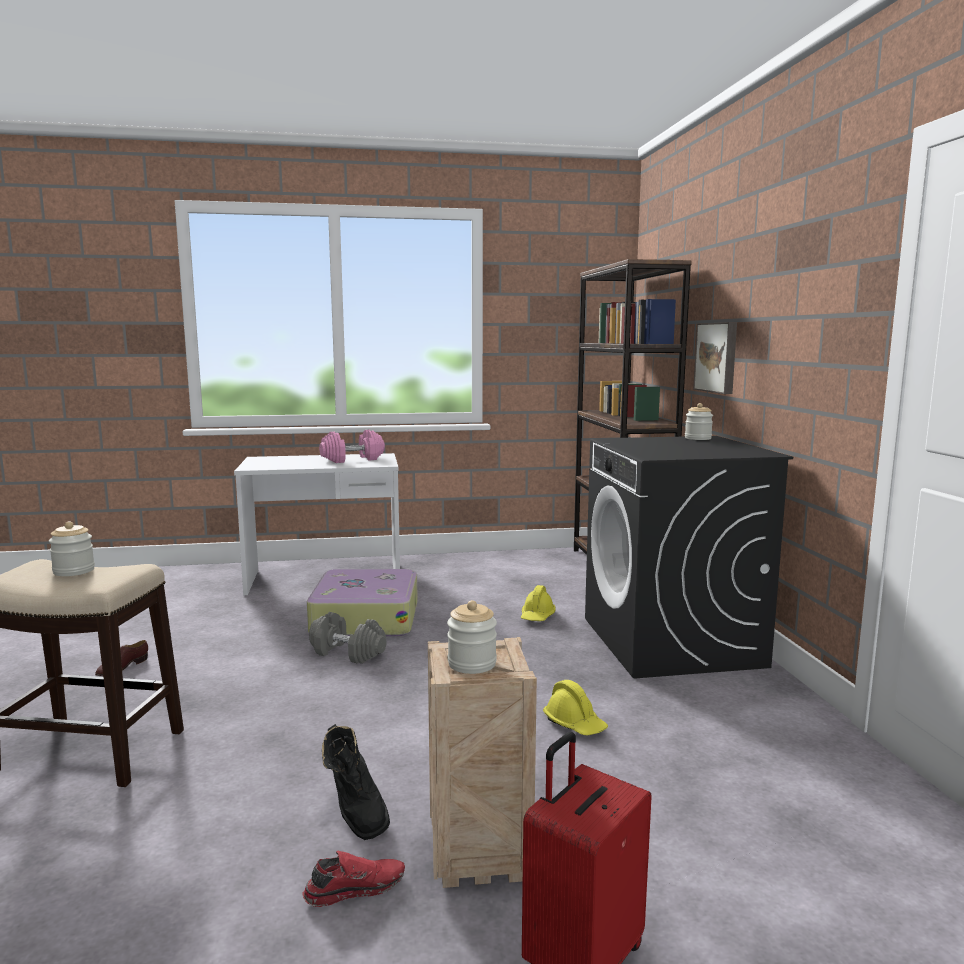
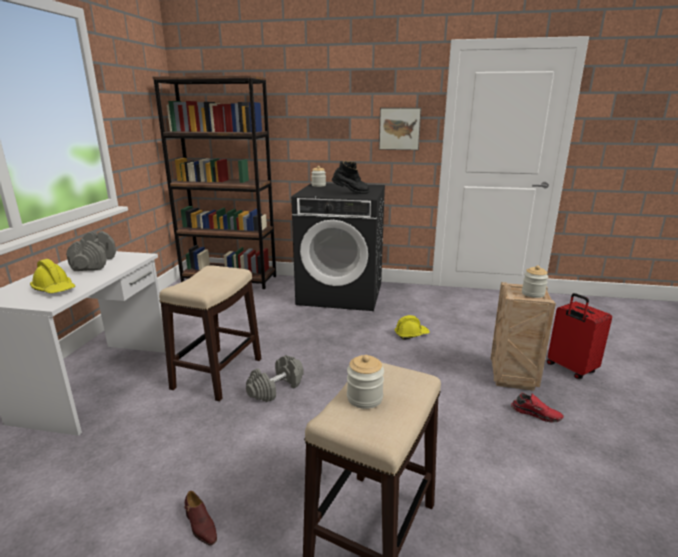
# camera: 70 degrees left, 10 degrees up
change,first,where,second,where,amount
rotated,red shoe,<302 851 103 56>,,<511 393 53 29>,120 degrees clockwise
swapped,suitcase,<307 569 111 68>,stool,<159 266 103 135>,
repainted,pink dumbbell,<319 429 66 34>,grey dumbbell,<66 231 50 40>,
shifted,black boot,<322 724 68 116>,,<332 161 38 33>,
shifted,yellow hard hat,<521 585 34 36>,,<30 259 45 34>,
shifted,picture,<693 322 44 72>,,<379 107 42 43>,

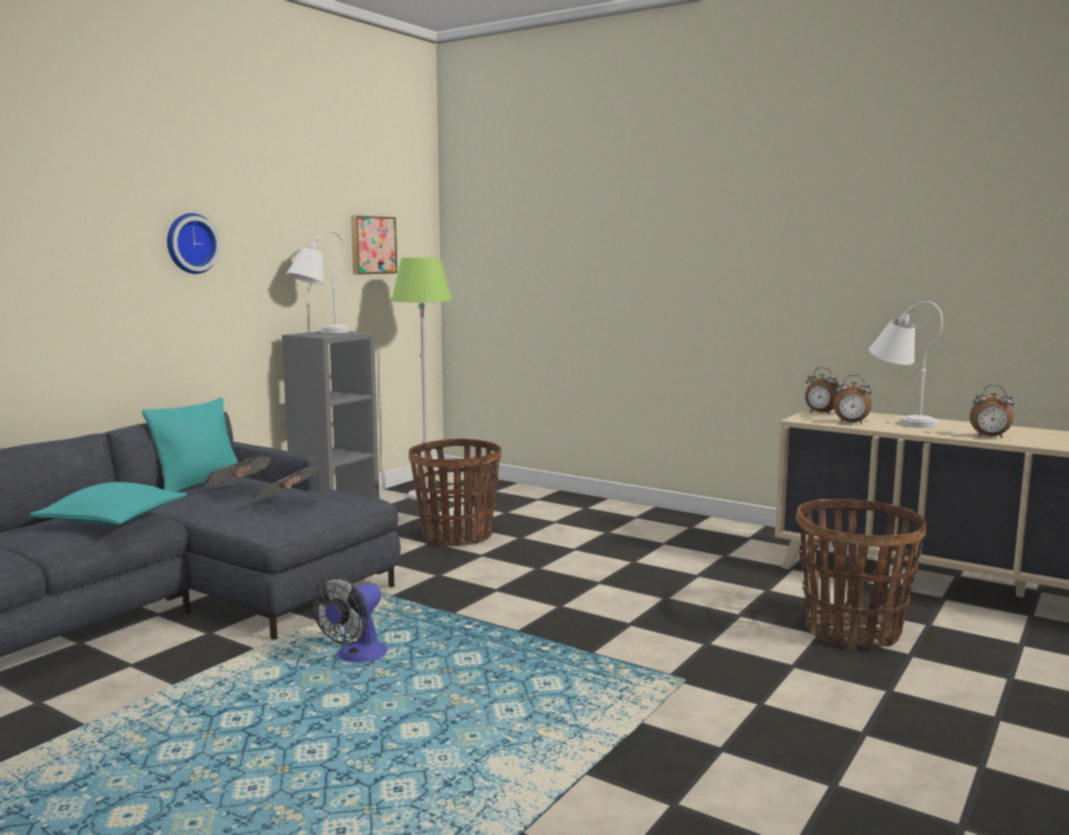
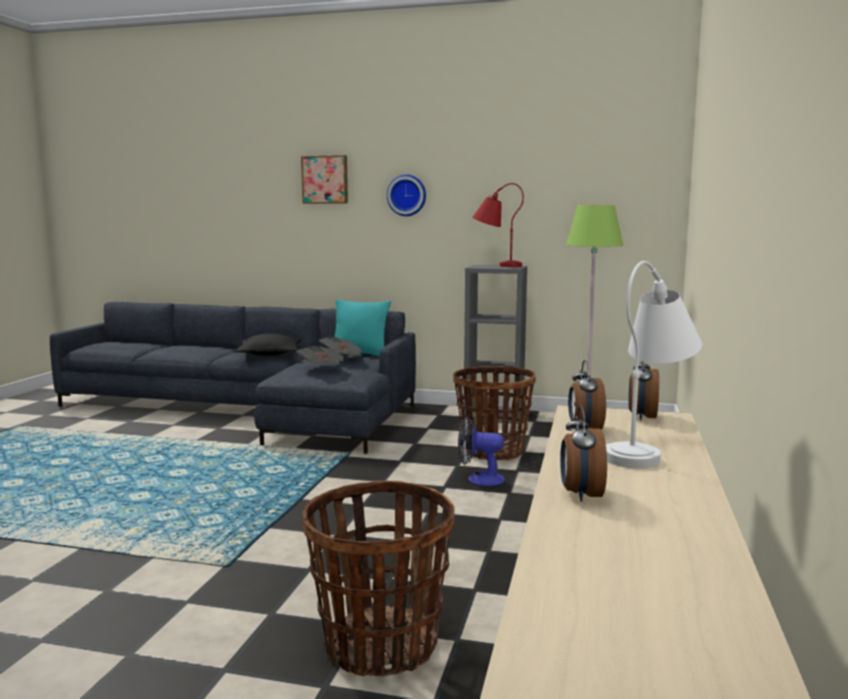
# camera: 70 degrees right, 0 degrees up
change,first,where,second,where,amount
repainted,turquoise pillow,<29 482 158 43>,black pillow,<234 333 67 23>,
repainted,white table lamp,<286 231 64 102>,red table lamp,<472 183 52 84>,
shifted,fan,<313 576 75 87>,,<458 417 47 69>,
shifted,picture,<351 216 46 59>,,<301 155 47 49>,

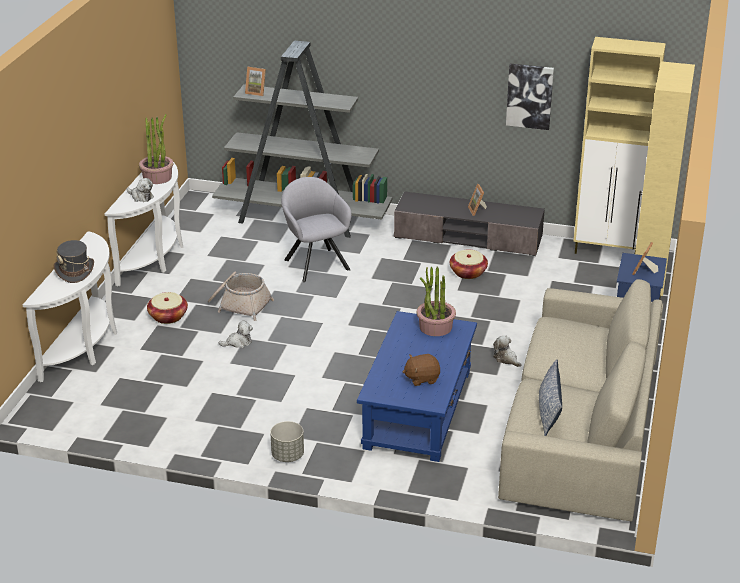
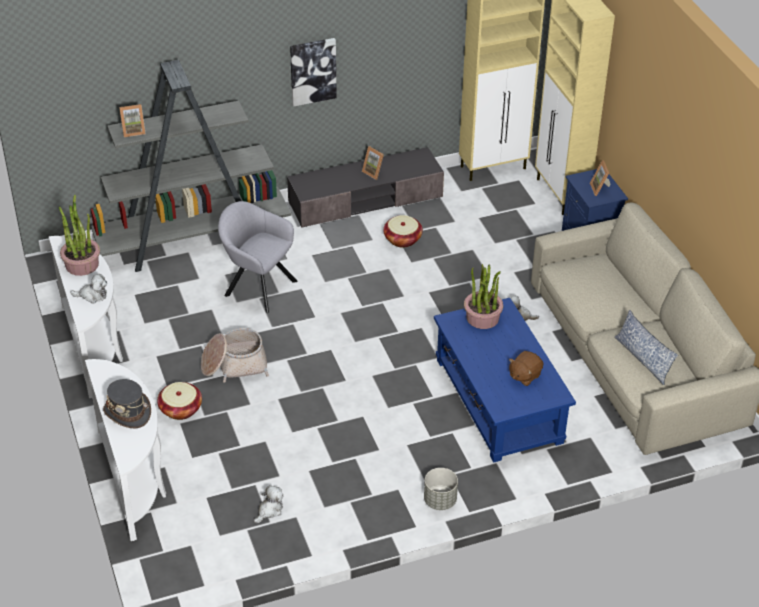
# camera: 35 degrees left, 10 degrees up
change,first,where,second,where,amount
shifted,plush toy,<219 320 34 28>,,<254 485 29 38>,
shifted,picture,<506 64 48 66>,,<290 38 47 69>,

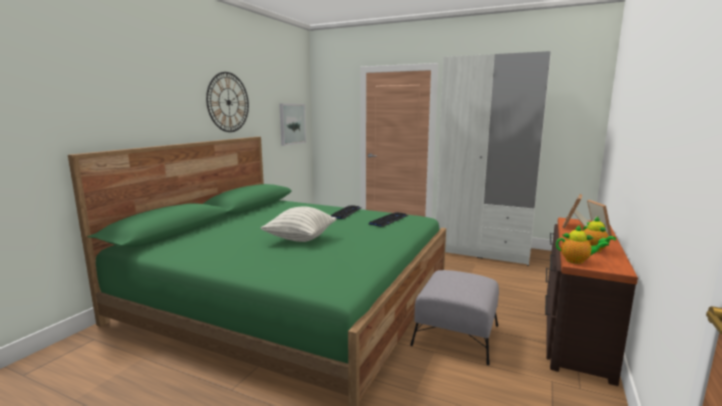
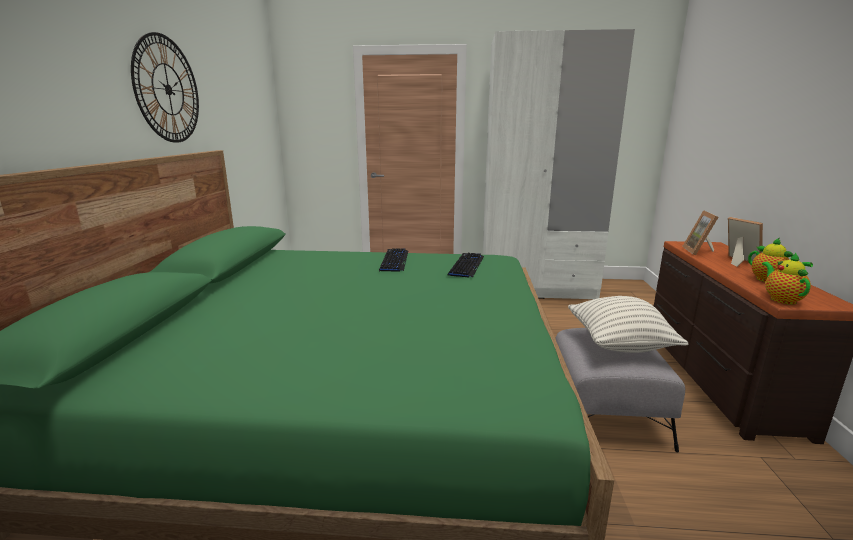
# camera: 20 degrees left, 5 degrees up
change,first,where,second,where,amount
shifted,pillow,<261 207 76 35>,,<568 296 120 57>,
gone,picture,<279 104 27 42>,,,
rotated,teapot,<556 225 53 39>,,<762 252 49 53>,90 degrees counterclockwise

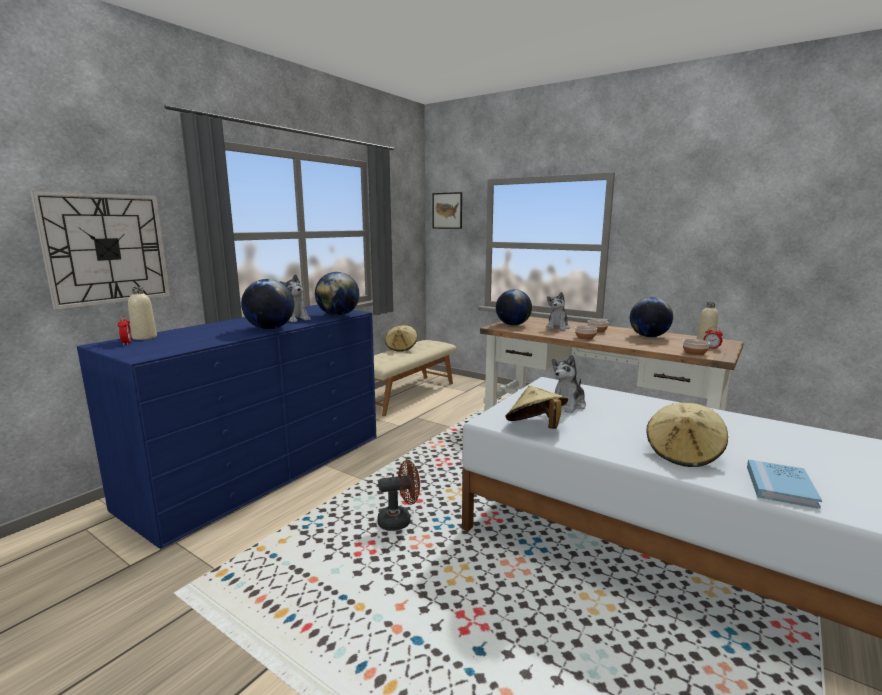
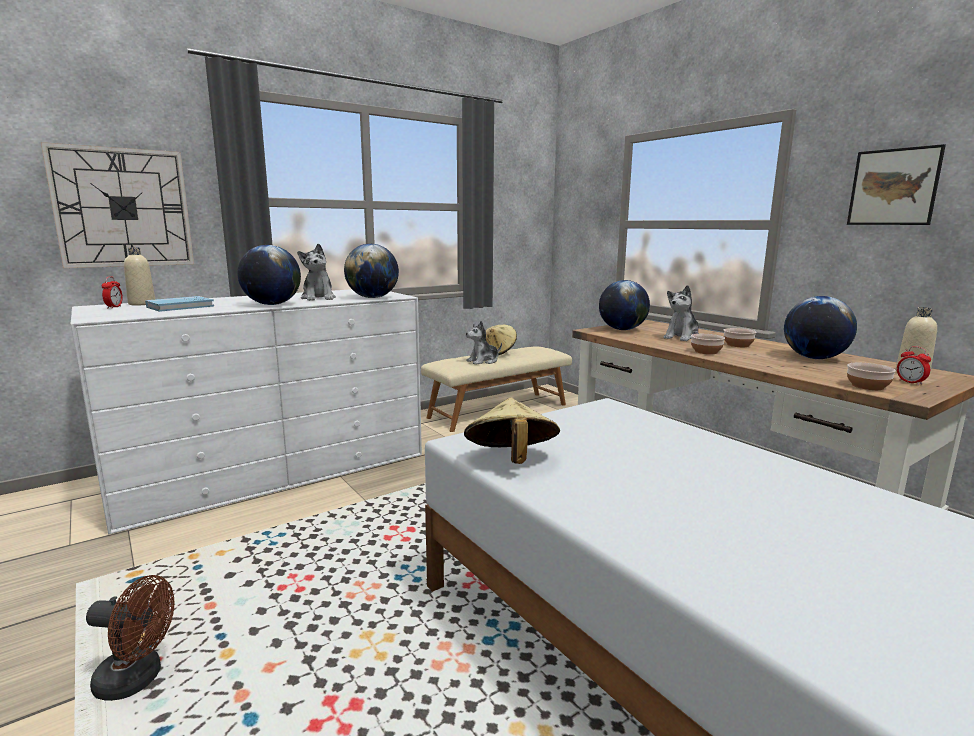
# camera: 20 degrees right, 0 degrees up
change,first,where,second,where,amount
repainted,blue dresser,<77 305 299 244>,white dresser,<71 289 351 245>,
shifted,brown fan,<377 460 43 71>,,<86 575 89 126>,
shifted,picture,<432 192 30 37>,,<847 144 99 81>,
shifted,plush toy,<552 355 34 58>,,<466 321 36 44>,
gone,beige hat,<646 403 82 64>,,,
shifted,blue book,<747 459 75 50>,,<145 296 69 16>,

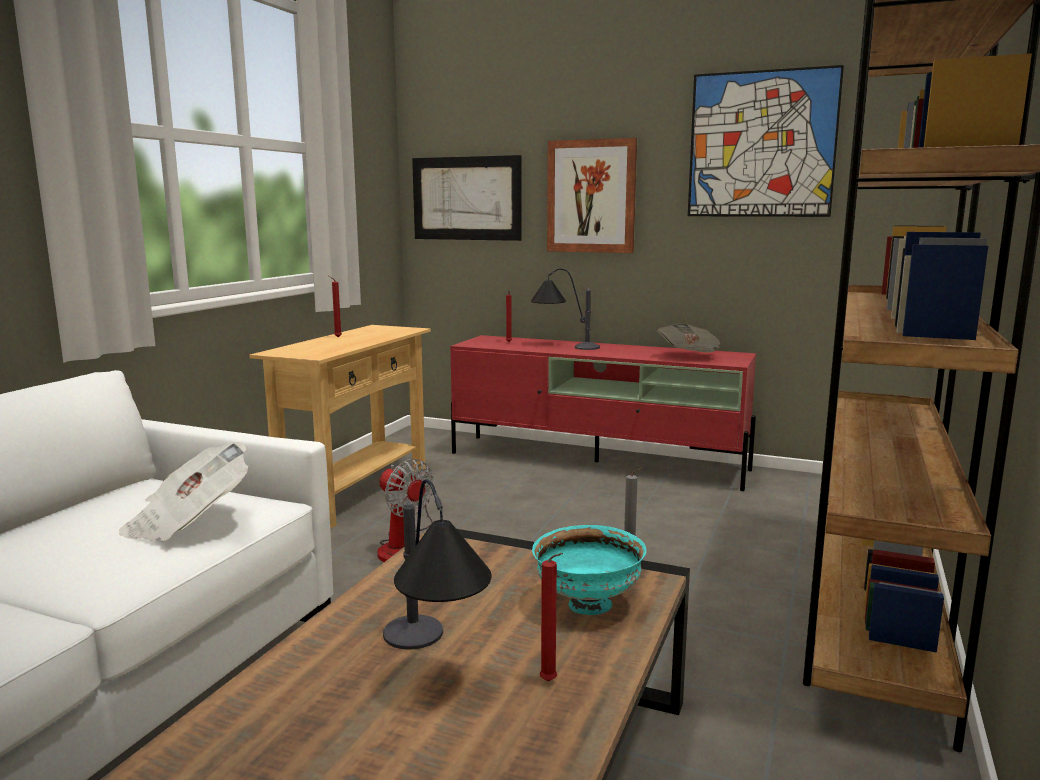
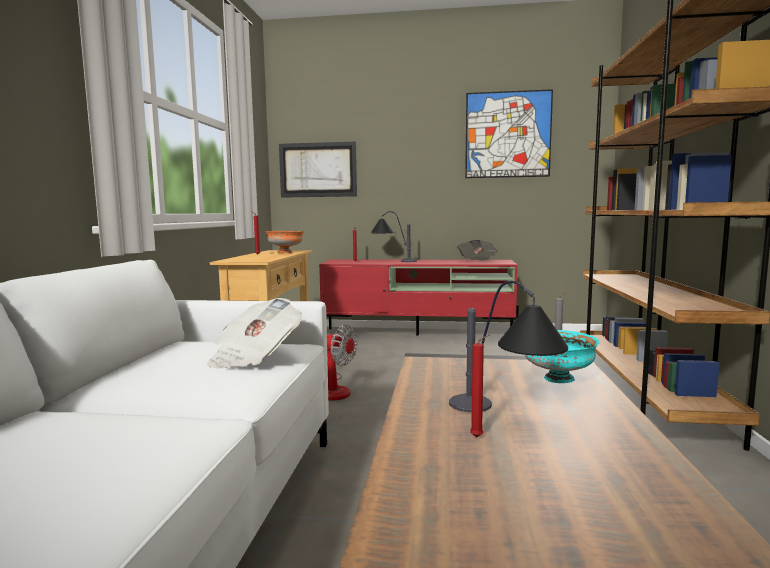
# camera: 15 degrees left, 5 degrees down
change,first,where,second,where,amount
shifted,red candle,<540 553 23 128>,,<470 335 20 102>,
gone,picture,<547 138 90 115>,,,
new,,,orange bowl,<265 231 39 22>,

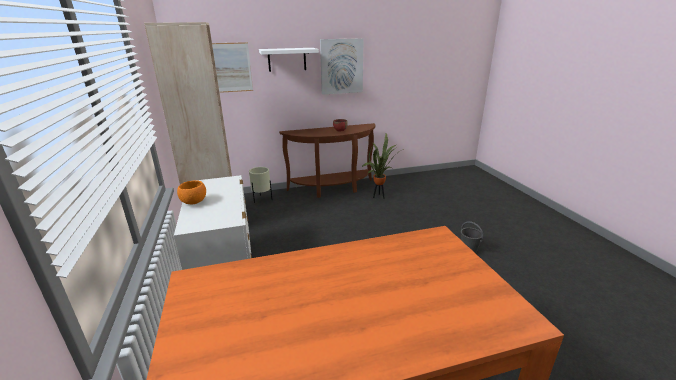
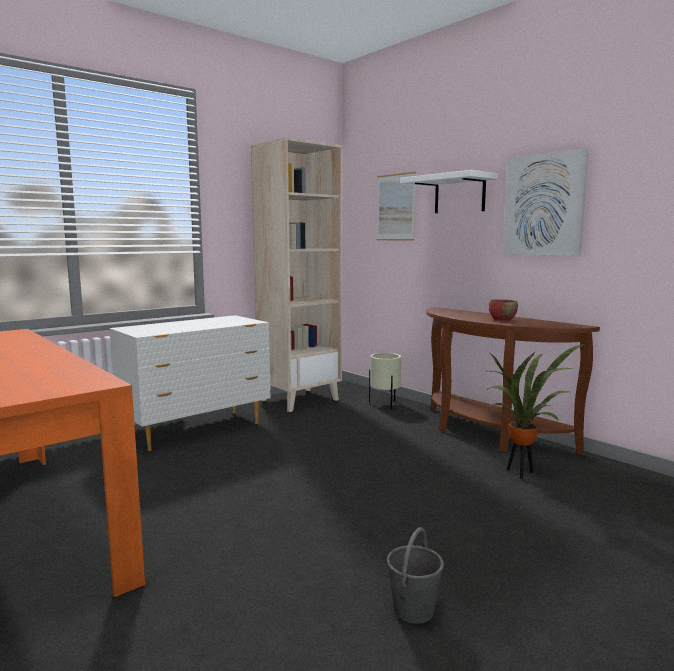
# camera: 65 degrees right, 15 degrees down
change,first,where,second,where,amount
gone,orange bowl,<177 181 29 23>,,,

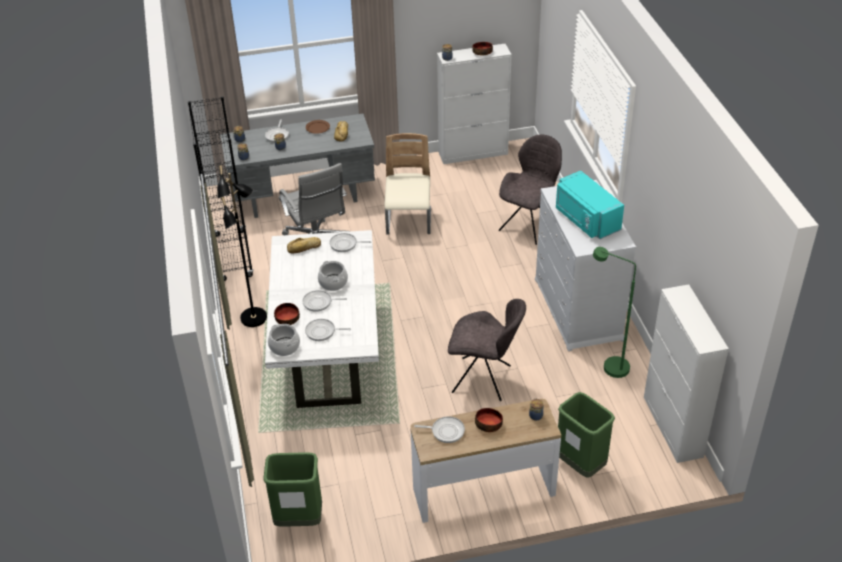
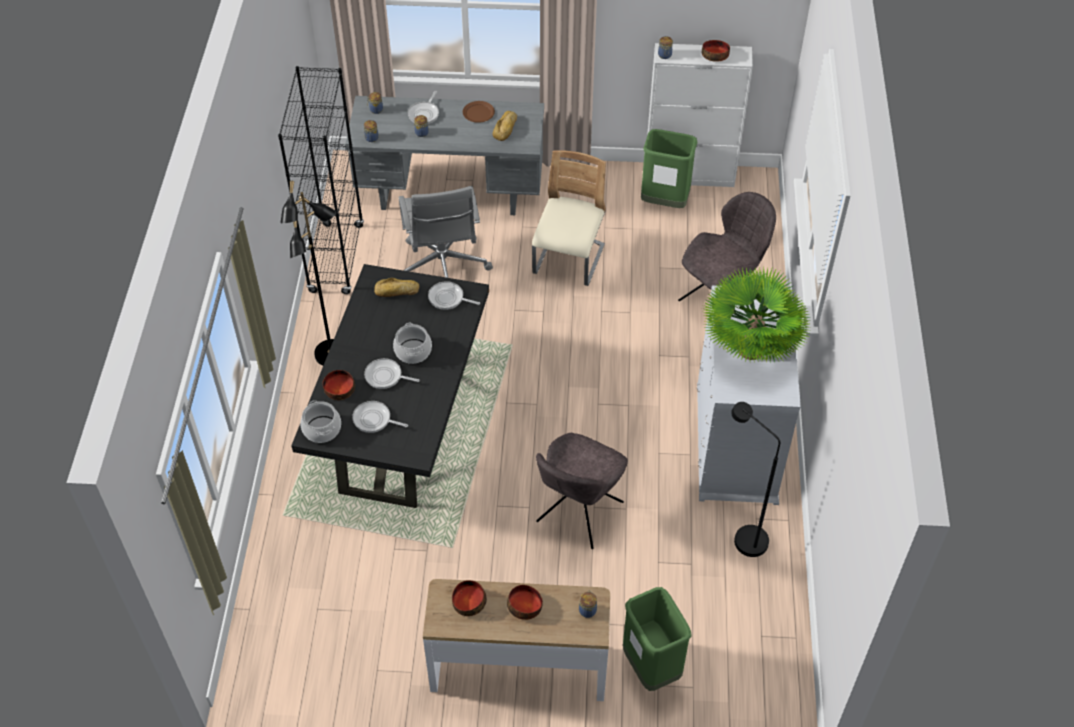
# camera: 15 degrees right, 10 degrees up
change,first,where,second,where,amount
shifted,green trash can,<263 452 59 75>,,<641 129 56 79>,
repainted,white dining table,<265 230 114 178>,black dining table,<291 264 198 244>,
swapped,frying pan,<414 416 51 27>,bowl,<452 580 35 36>,
rotated,grey chair,<448 299 78 102>,,<536 433 92 116>,90 degrees clockwise
swapped,turquoise microwave,<556 171 68 68>,potted plant,<702 267 109 96>,
repainted,green floor lamp,<593 247 43 131>,black floor lamp,<731 402 49 155>,
gone,white cabinet,<644 284 85 179>,,,

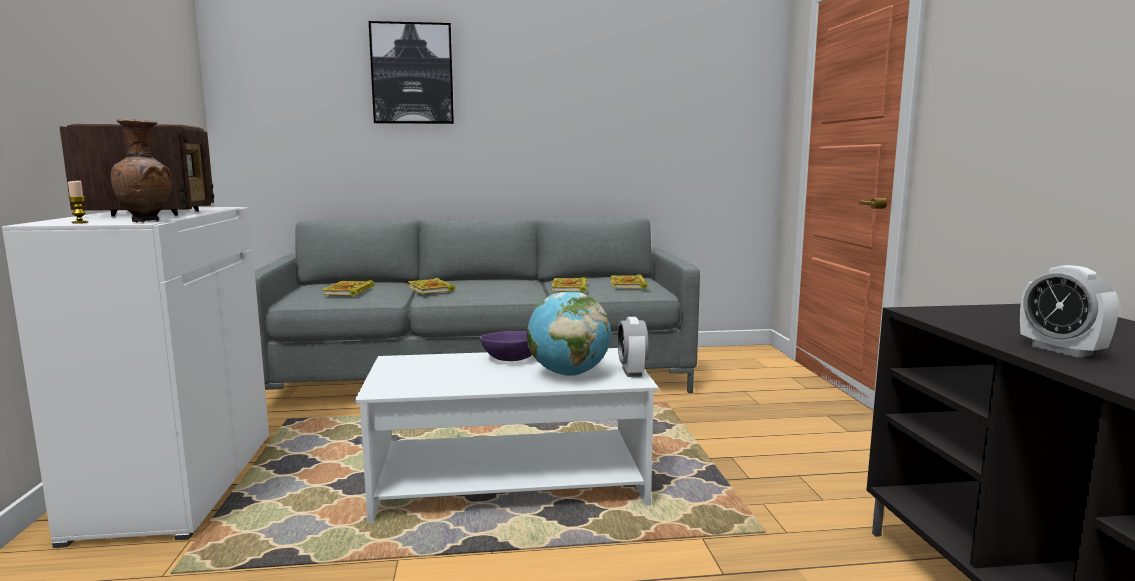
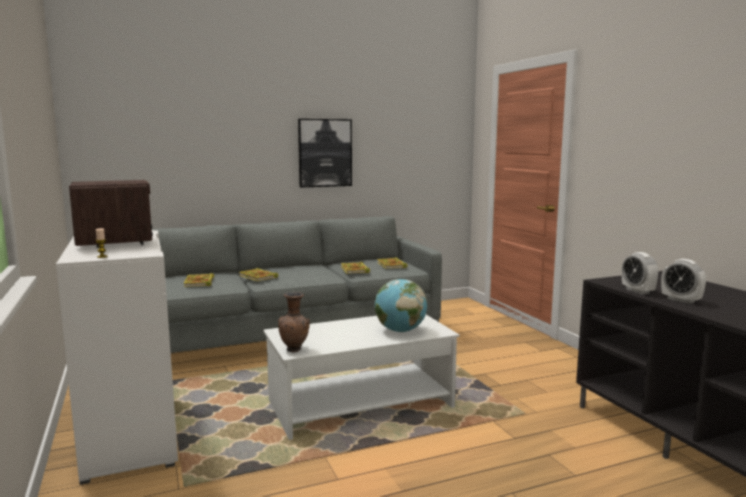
# camera: 15 degrees left, 0 degrees up
change,first,where,second,where,amount
shifted,brown vase,<111 119 61 104>,,<278 292 32 61>,
shifted,picture,<369 21 85 103>,,<298 119 54 69>,
gone,purple bowl,<480 331 52 30>,,,
shifted,alarm clock,<618 317 30 60>,,<622 252 36 43>,

